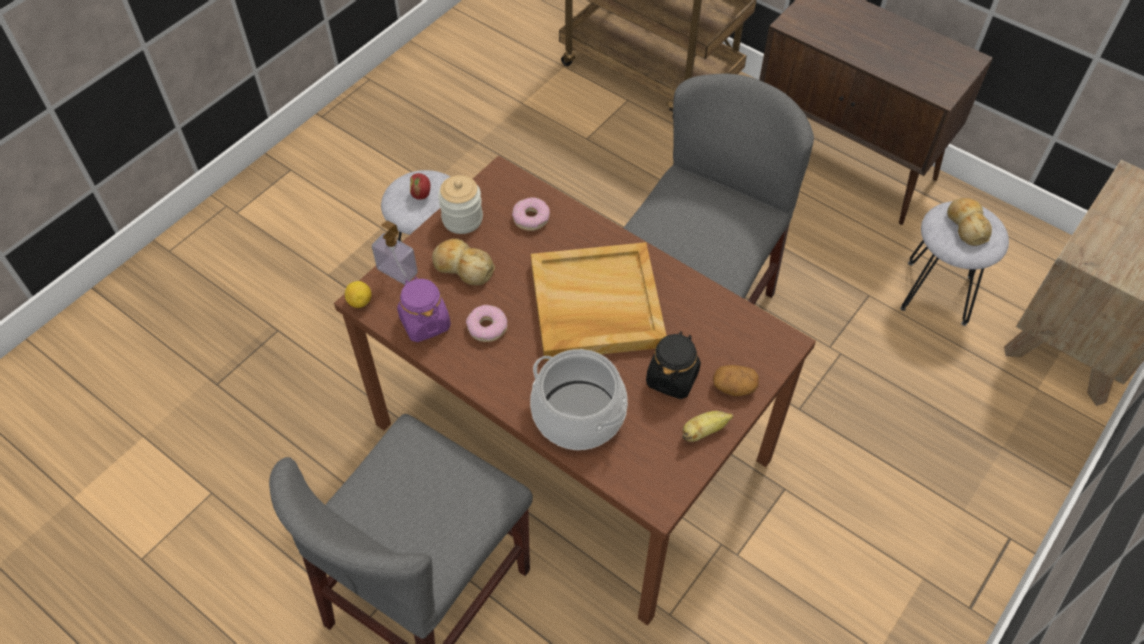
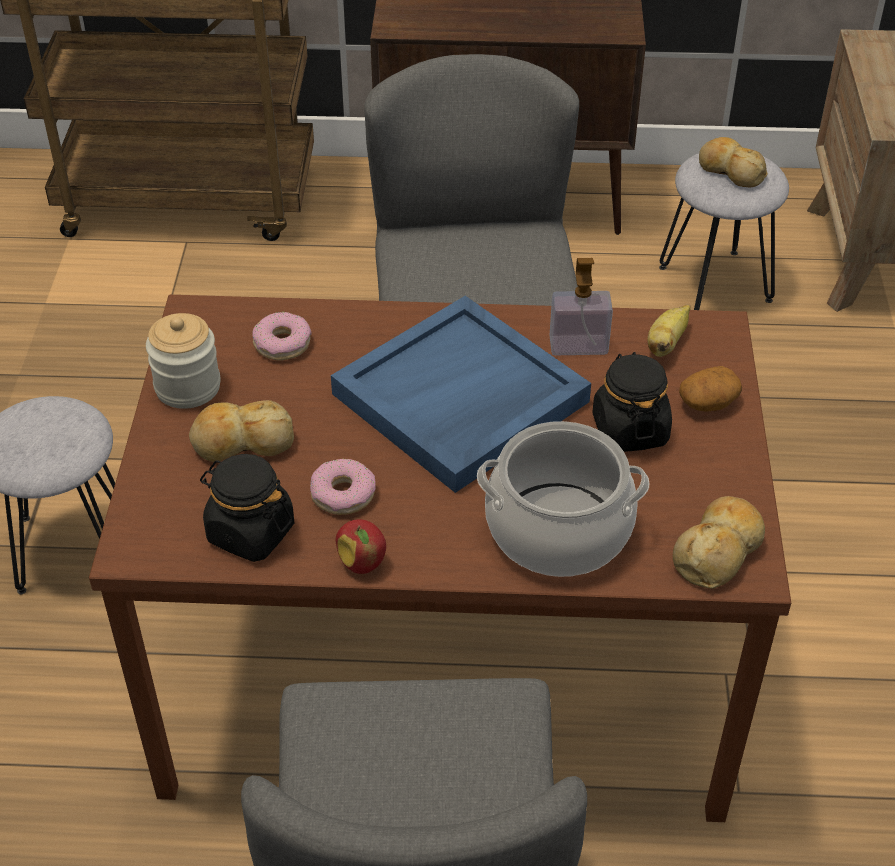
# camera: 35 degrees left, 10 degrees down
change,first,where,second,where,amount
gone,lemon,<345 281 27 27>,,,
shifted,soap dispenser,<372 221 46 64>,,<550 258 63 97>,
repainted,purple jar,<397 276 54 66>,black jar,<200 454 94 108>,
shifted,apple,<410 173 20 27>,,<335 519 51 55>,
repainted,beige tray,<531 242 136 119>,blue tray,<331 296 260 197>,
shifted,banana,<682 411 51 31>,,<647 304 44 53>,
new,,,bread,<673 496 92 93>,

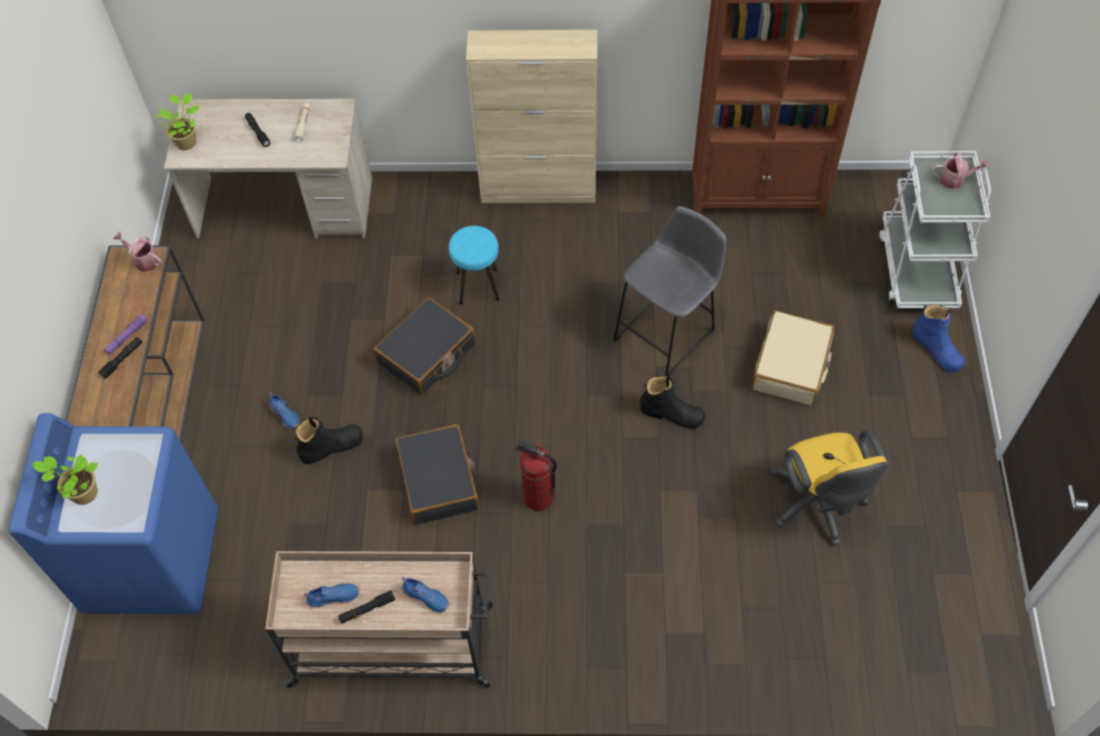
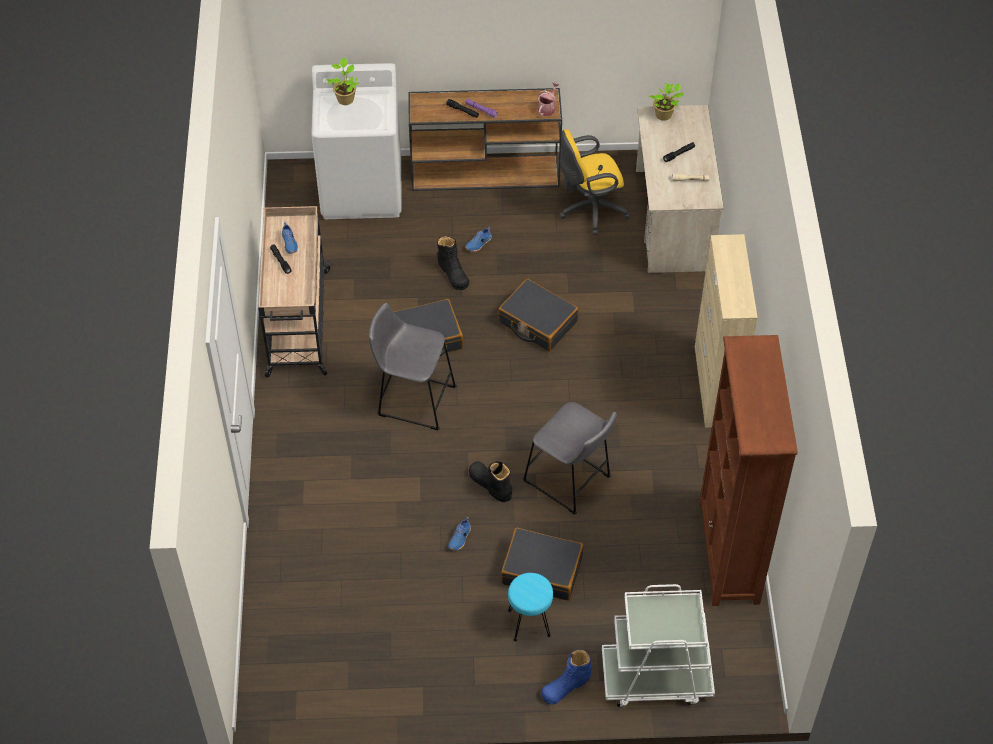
# camera: 85 degrees right, 5 degrees down
change,first,where,second,where,amount
repainted,blue washing machine,<8 413 210 201>,white washing machine,<311 63 91 156>,
shifted,blue shoe,<402 577 47 36>,,<448 517 23 34>,
shifted,turquoise stool,<449 226 50 79>,,<508 573 45 68>,
swapped,fire extinguisher,<515 440 42 71>,grey stool,<369 303 87 127>,
rotated,black boot,<640 376 65 53>,,<469 461 43 41>,120 degrees clockwise
repainted,beige suitcase,<752 310 83 96>,black suitcase,<501 527 82 74>,
shifted,yellow office chair,<771 430 118 116>,,<559 129 72 106>,
gone,watering can,<931 152 58 37>,,,

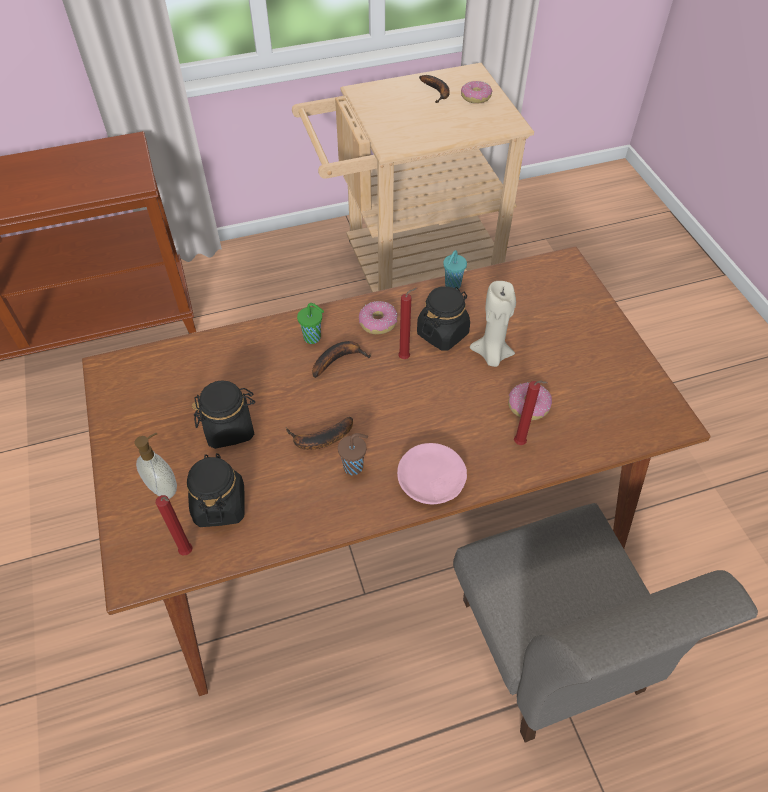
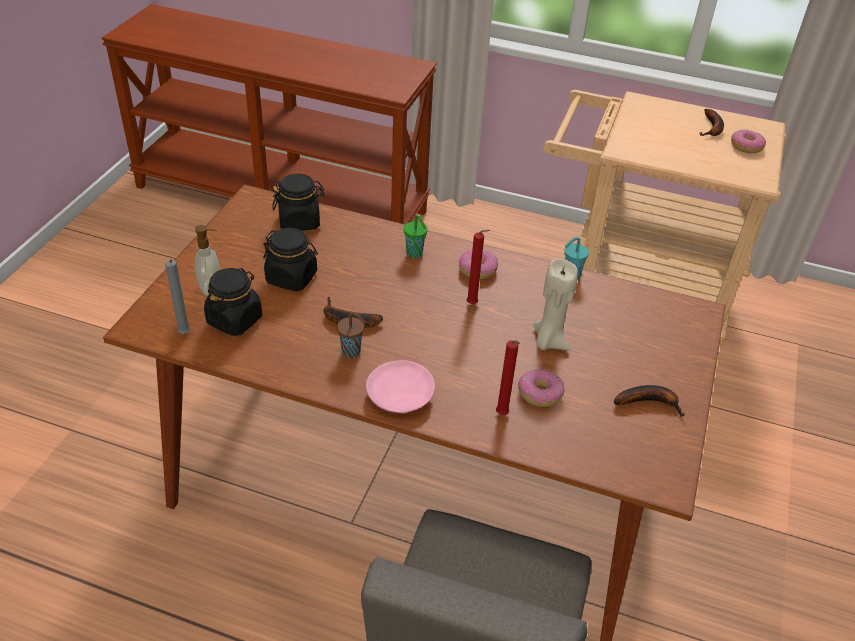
# camera: 35 degrees right, 10 degrees down
change,first,where,second,where,amount
repainted,red candle,<156 495 36 60>,grey candle,<165 259 25 75>,
shifted,banana,<312 341 59 37>,,<614 385 71 32>,
shifted,black jar,<417 286 53 65>,,<272 174 53 57>,

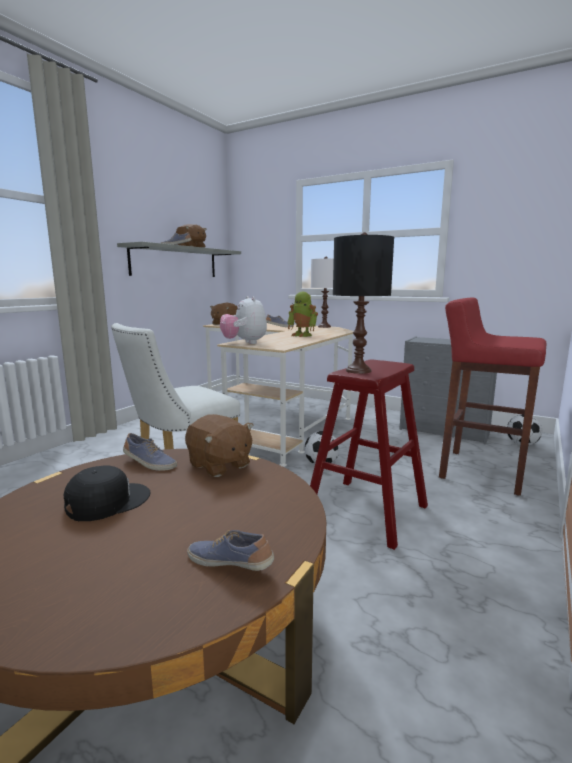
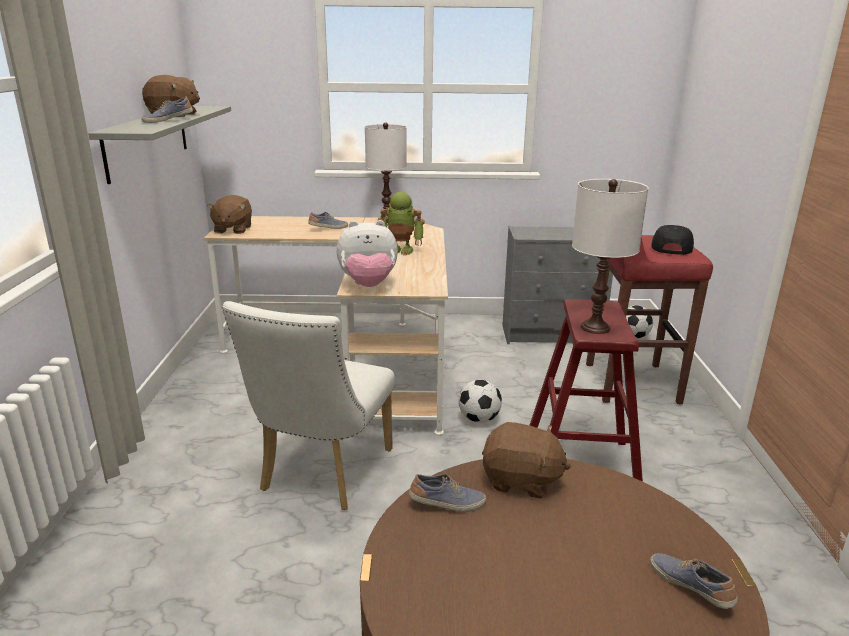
# camera: 30 degrees left, 10 degrees up
change,first,where,second,where,amount
shifted,black cap,<64 465 86 56>,,<651 225 43 30>,
rotated,shoe,<187 530 87 41>,,<650 553 88 56>,60 degrees clockwise
rotated,plush toy,<220 296 47 48>,,<337 220 61 67>,45 degrees counterclockwise
repainted,black table lamp,<333 232 61 142>,white table lamp,<572 179 77 155>,

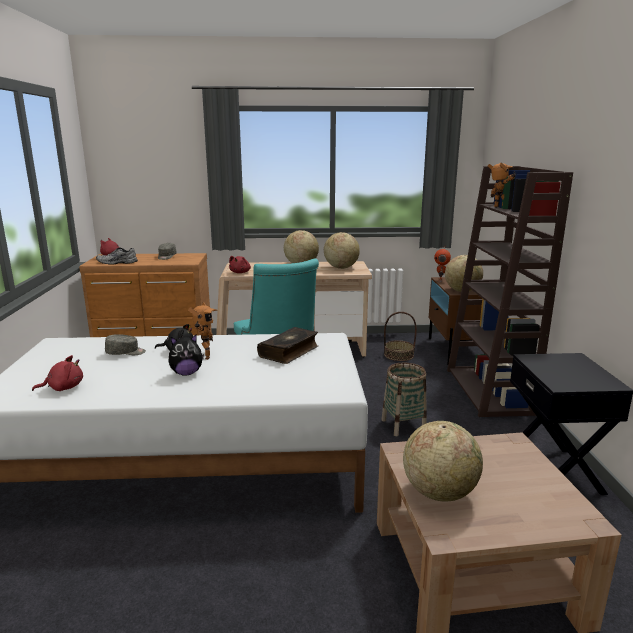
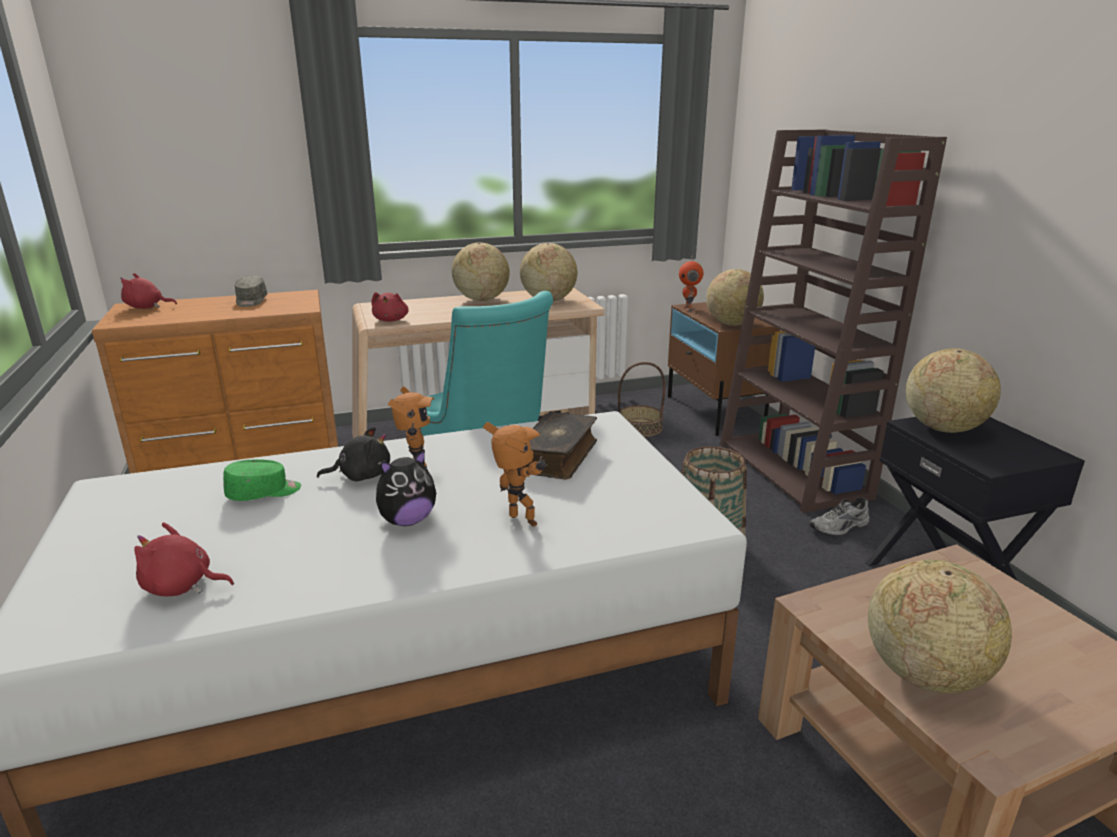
# camera: 15 degrees left, 5 degrees up
change,first,where,second,where,amount
rotated,red plush toy,<32 355 51 36>,,<134 522 100 75>,135 degrees counterclockwise
shifted,grey shoe,<96 248 42 16>,,<809 497 61 39>,
repainted,grey cap,<105 334 41 21>,green cap,<223 459 78 42>,
shifted,toy robot,<488 163 28 44>,,<483 422 64 105>,
new,,,globe,<906 348 95 85>,

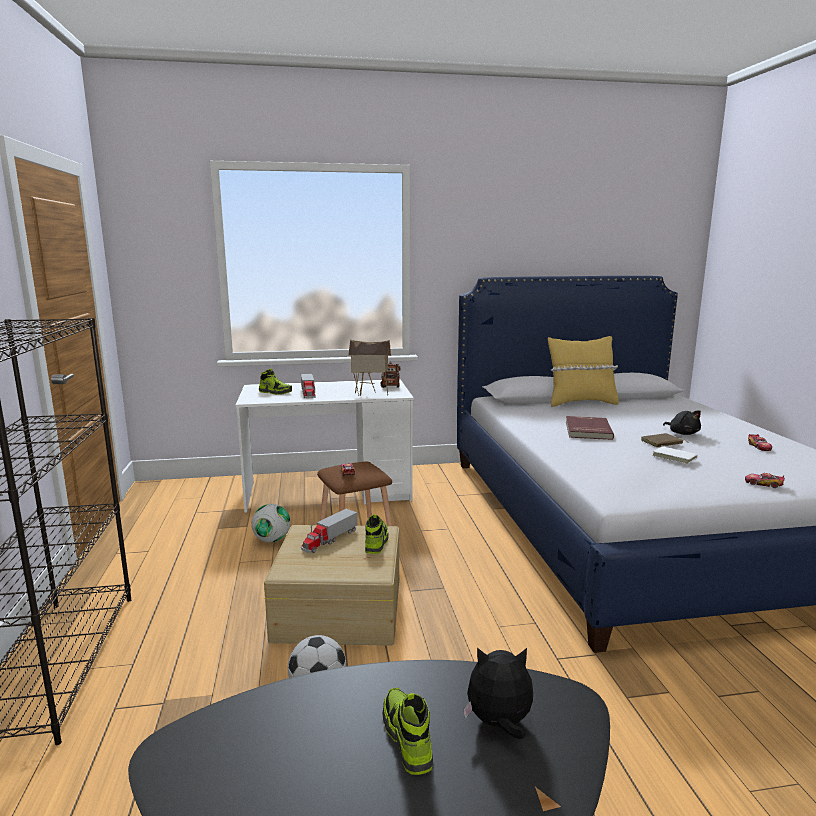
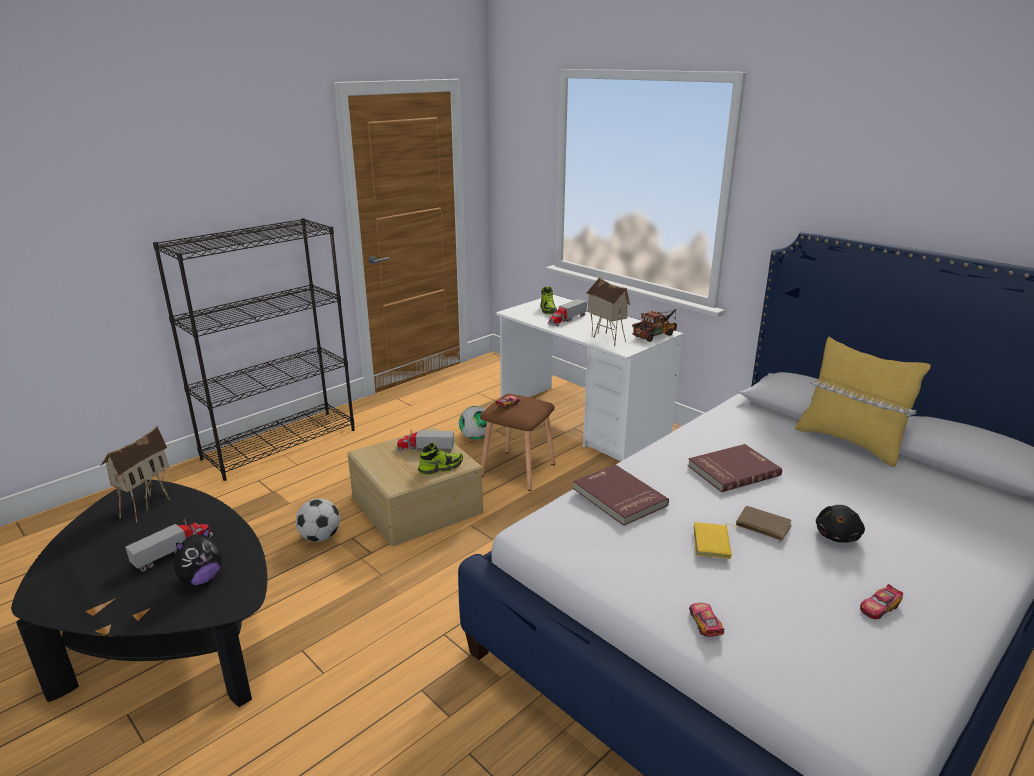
# camera: 55 degrees right, 10 degrees up
change,first,where,second,where,amount
swapped,shoe,<383 688 50 87>,toy truck,<125 520 88 52>,
rotated,plush toy,<463 648 70 91>,,<174 527 48 58>,75 degrees clockwise
repainted,white book,<652 445 46 19>,yellow book,<694 522 44 37>,
new,,,toy house,<100 426 70 96>,
new,,,red book,<573 465 96 61>,

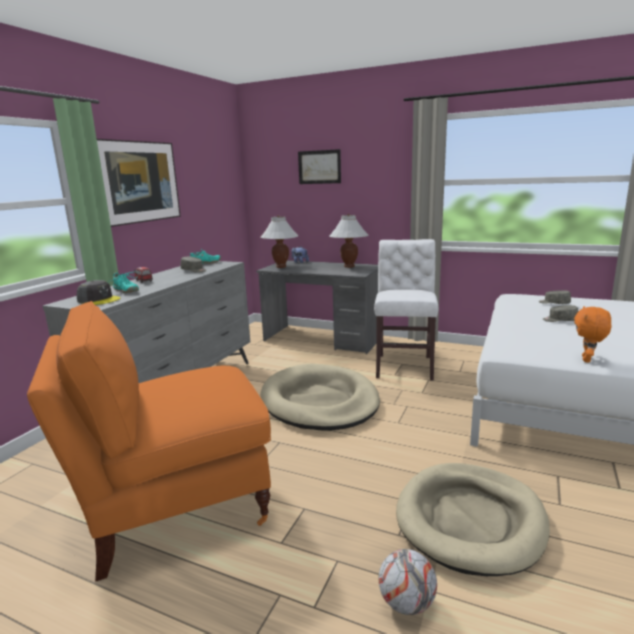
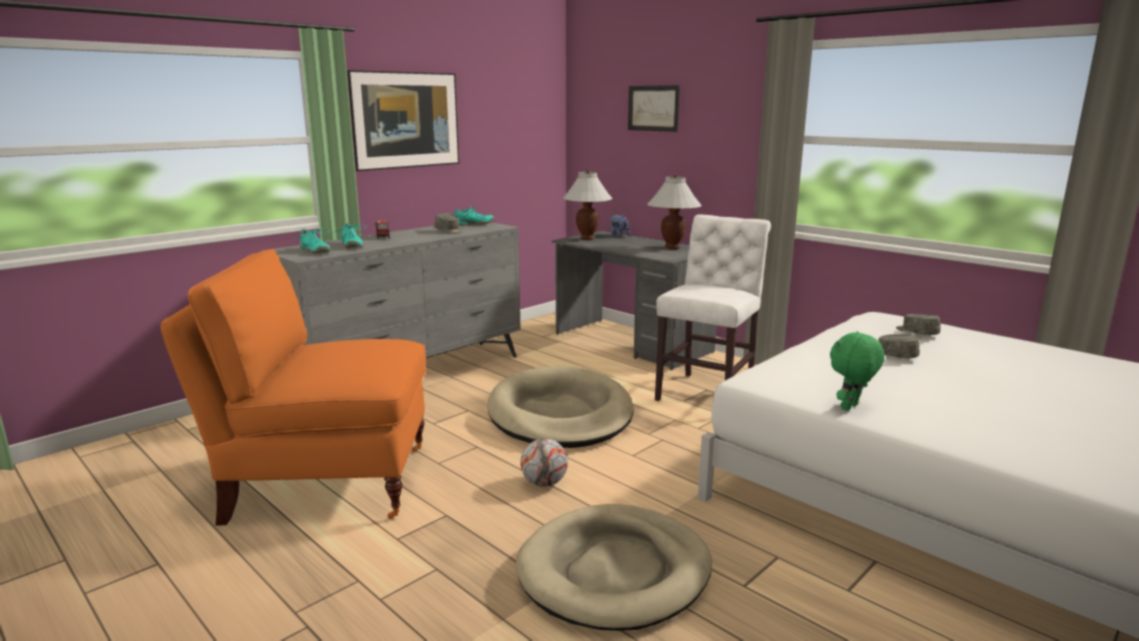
# camera: 20 degrees right, 0 degrees up
change,first,where,second,where,amount
swapped,grey cap,<76 280 45 25>,turquoise shoe,<293 229 37 24>,
shifted,football,<379 549 58 66>,,<520 438 48 49>,
repainted,orange plush toy,<574 306 37 57>,green plush toy,<830 331 55 80>,

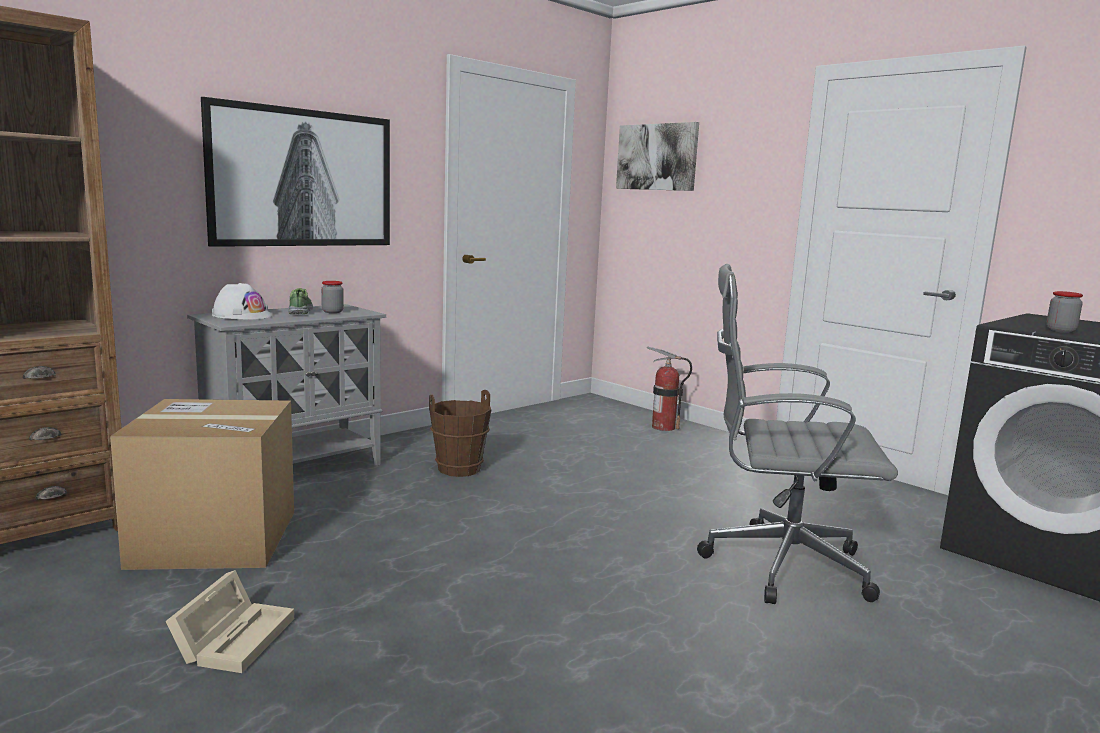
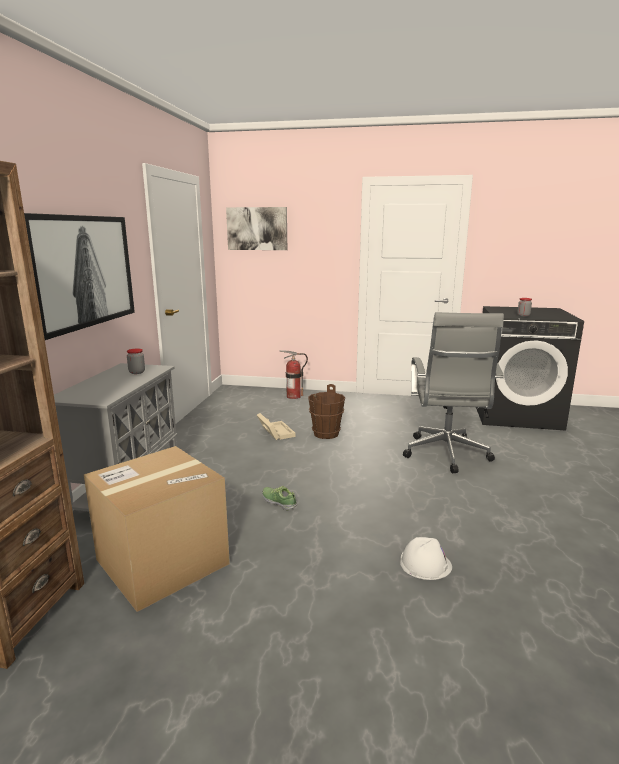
# camera: 35 degrees left, 5 degrees up
change,first,where,second,where,amount
shifted,beige storage box,<165 570 129 103>,,<257 413 39 27>,
shifted,white hard hat,<212 283 60 37>,,<400 537 52 43>,
shifted,shoe,<289 288 24 26>,,<262 486 35 24>,
shifted,brown bucket,<429 390 62 87>,,<308 384 37 55>,
rotated,grey office chair,<697 264 201 340>,,<403 312 101 162>,60 degrees counterclockwise

